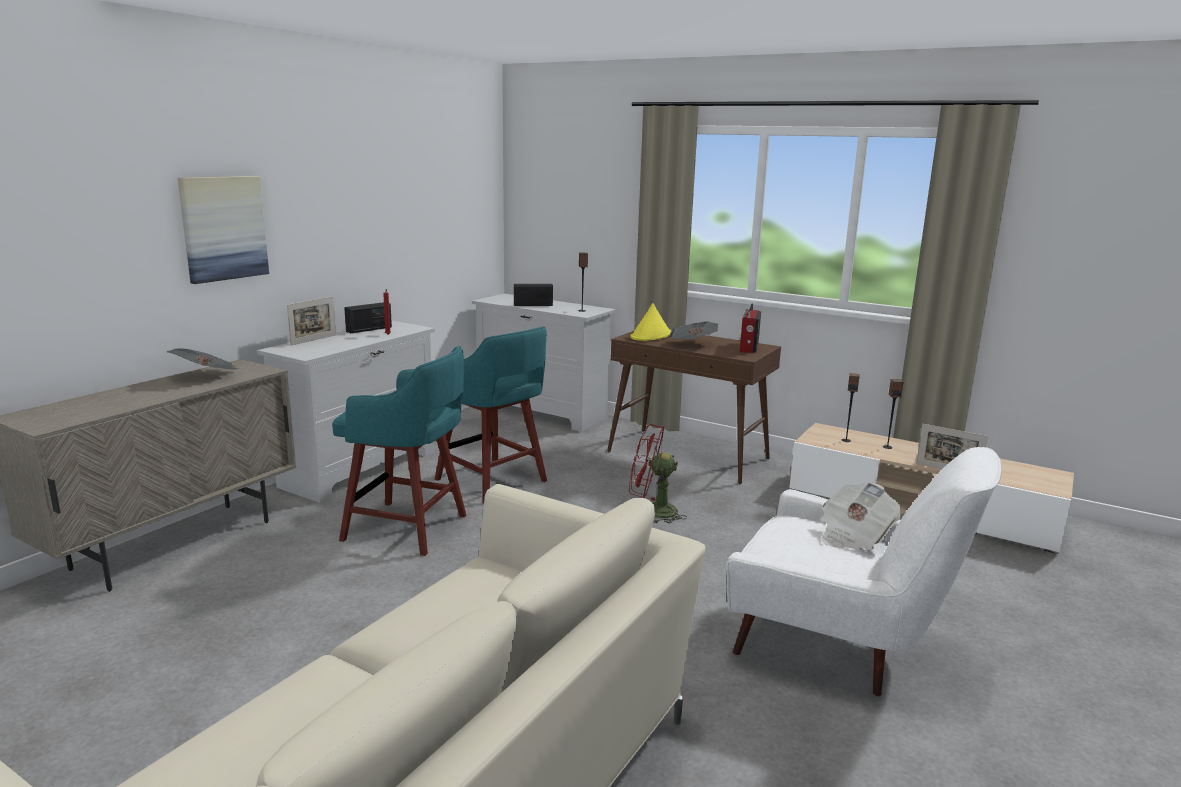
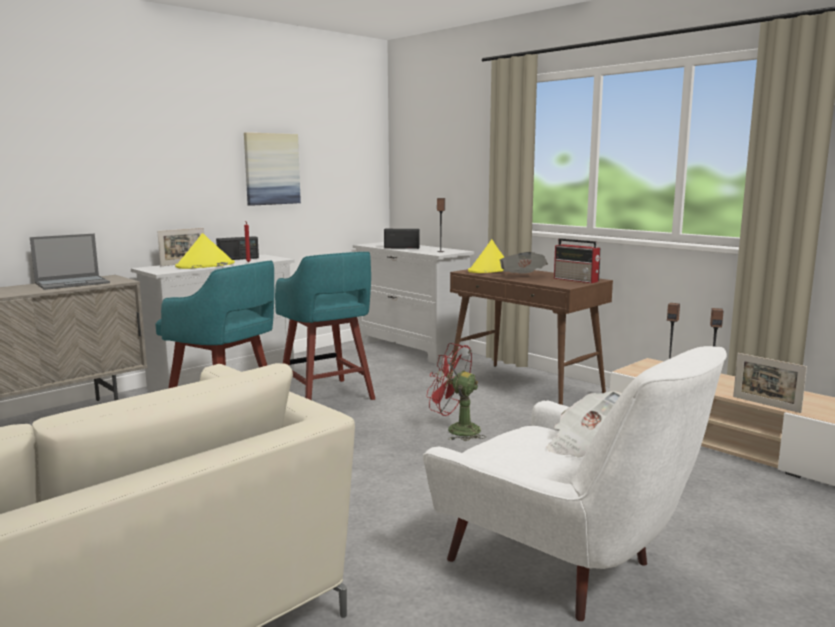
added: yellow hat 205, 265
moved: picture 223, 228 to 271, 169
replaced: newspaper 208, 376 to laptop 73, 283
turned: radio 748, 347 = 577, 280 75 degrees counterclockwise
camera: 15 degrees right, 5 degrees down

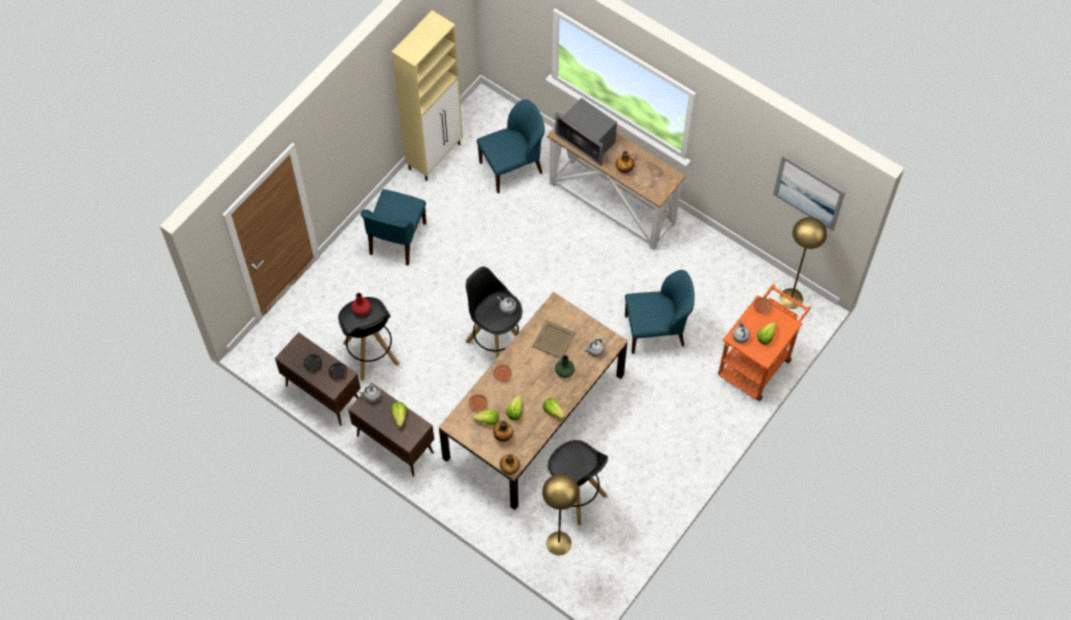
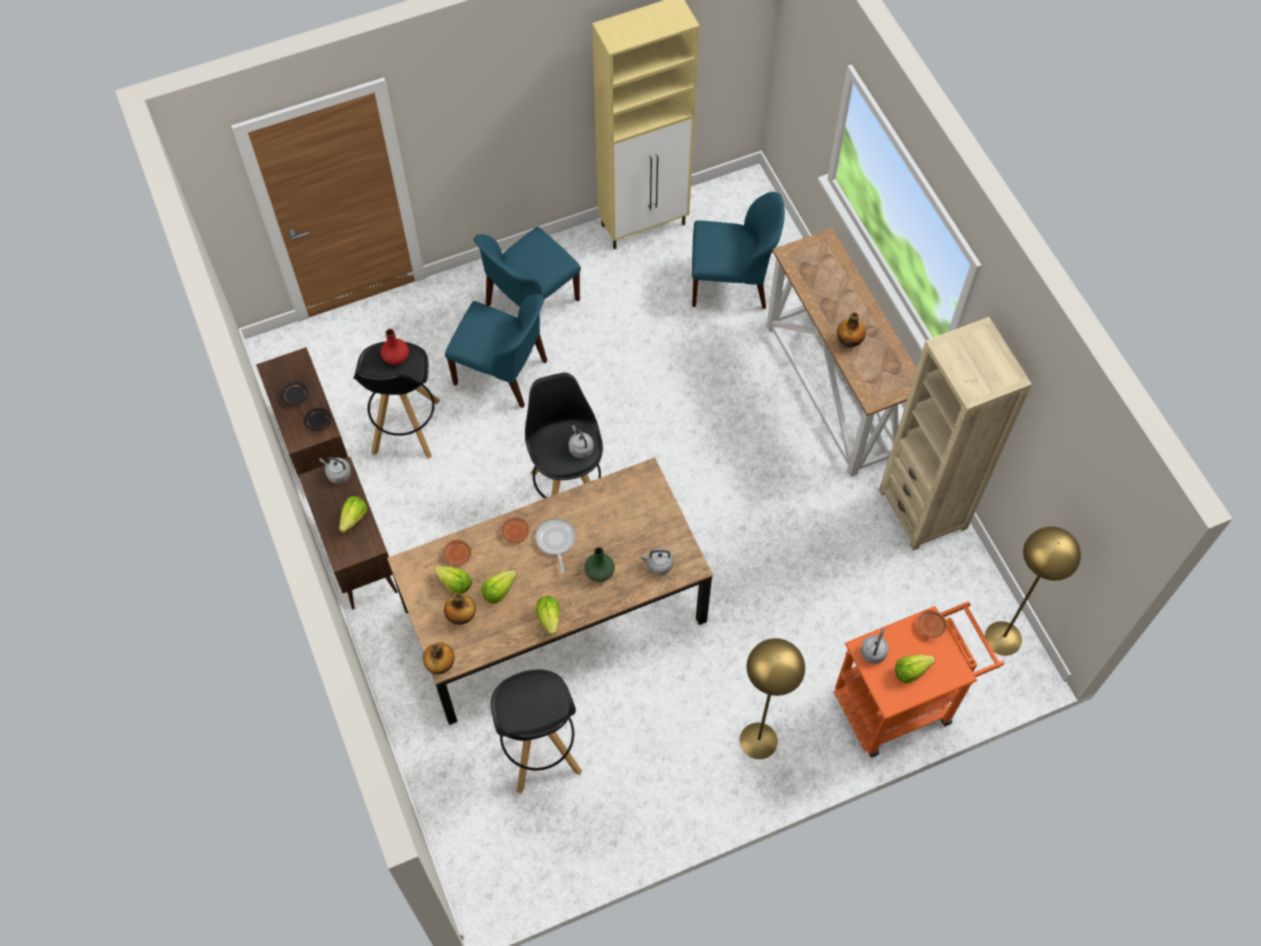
removed: beige tray 554, 340; microwave 587, 140; picture 808, 192
added: frying pan 555, 541; beige bookcase 923, 509
moved: blue chair 656, 331 to 502, 373; yellow floor lamp 558, 543 to 758, 741
camera: 30 degrees right, 0 degrees up

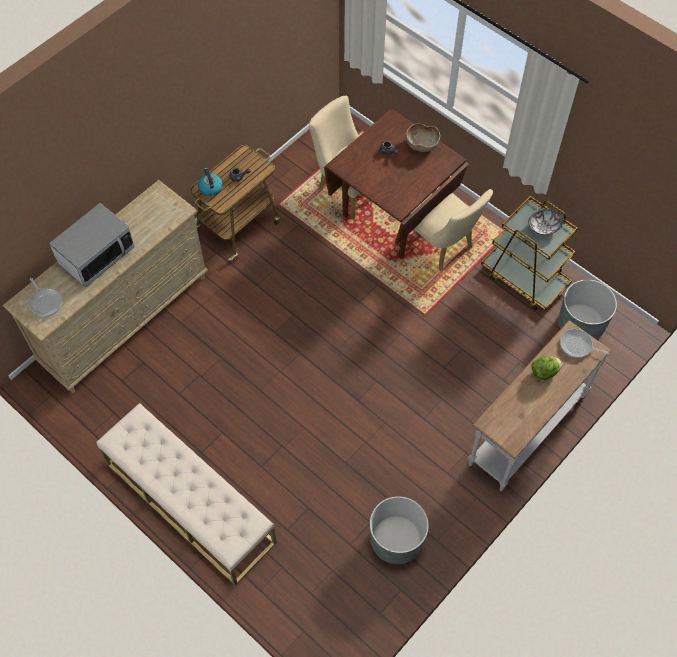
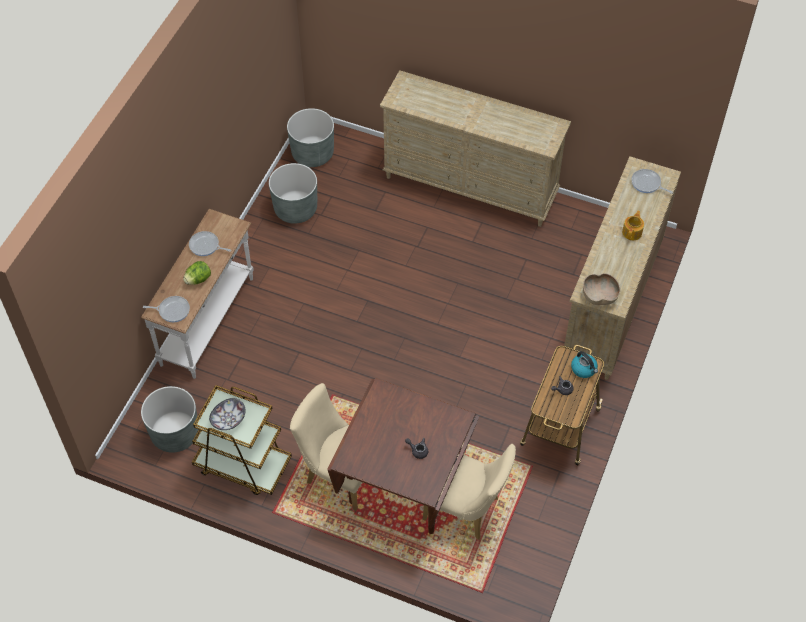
added: frying pan 206, 246; grey planter 312, 153
moved: brown bowl 422, 145 to 599, 296
replaced: beige bench 190, 502 to beige dresser 471, 187; microwave 96, 255 to teapot 632, 232
camera: 160 degrees right, 5 degrees down

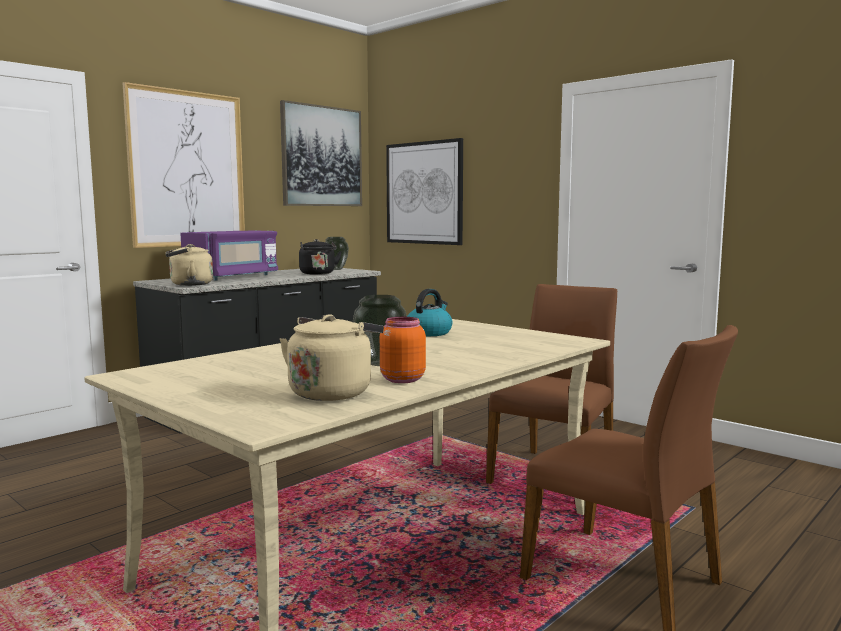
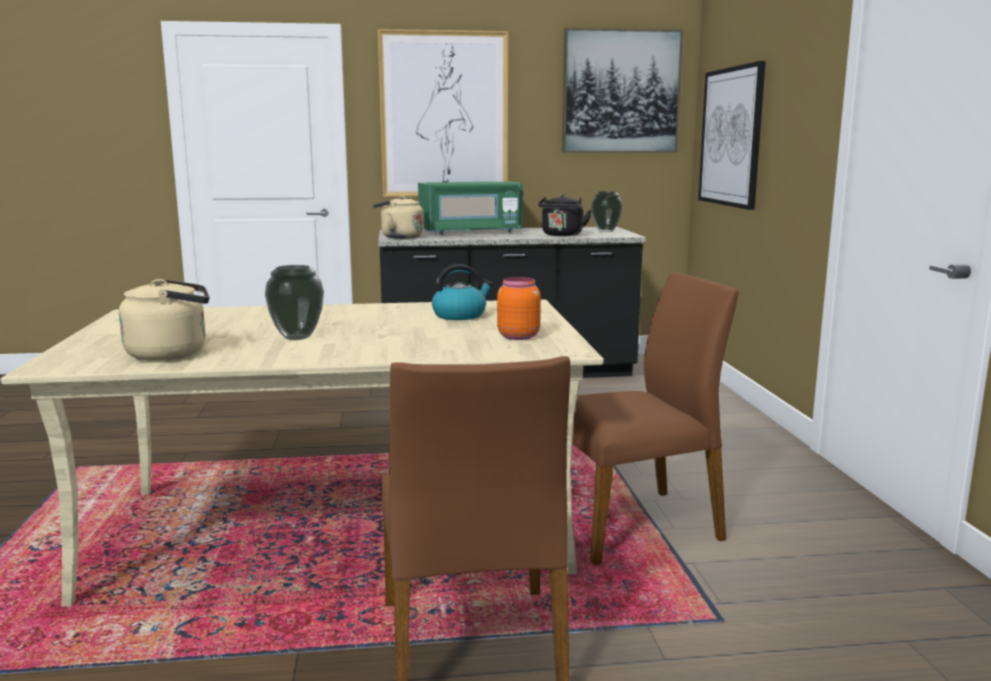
moved: orange jar 401, 379 to 517, 336
recoloured: purple microwave 233, 277 to green microwave 471, 232
camera: 40 degrees right, 5 degrees up

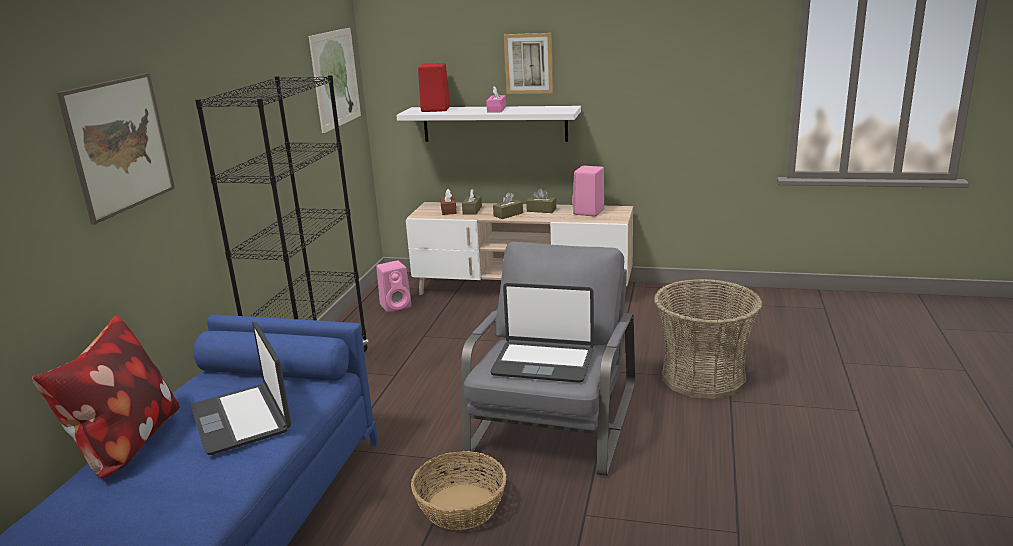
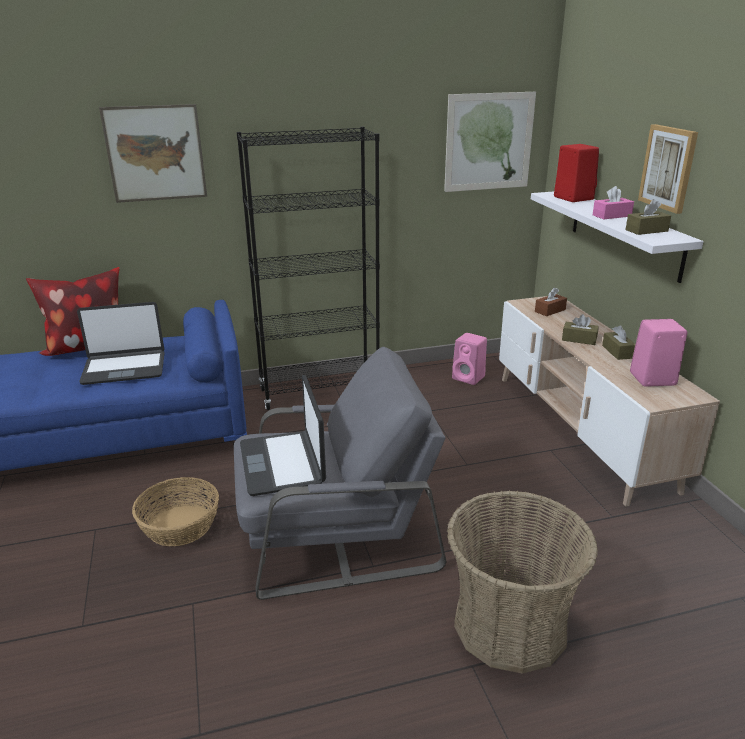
moved: brown tissue box 472, 210 to 646, 230
turned: laptop 242, 419 = 124, 368 135 degrees counterclockwise
camera: 60 degrees right, 5 degrees up

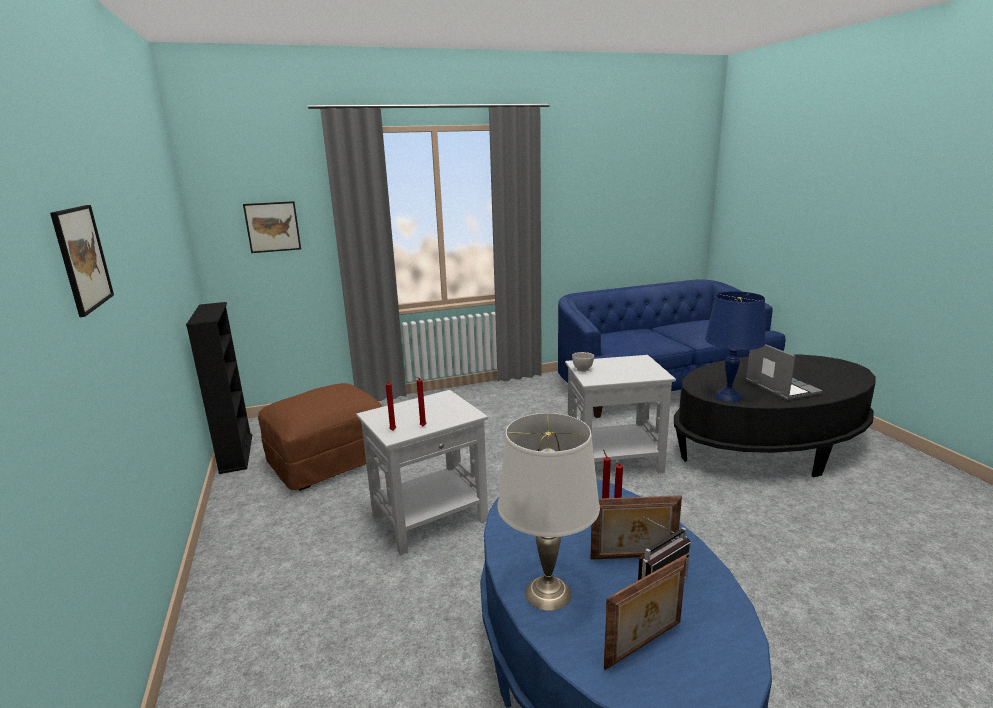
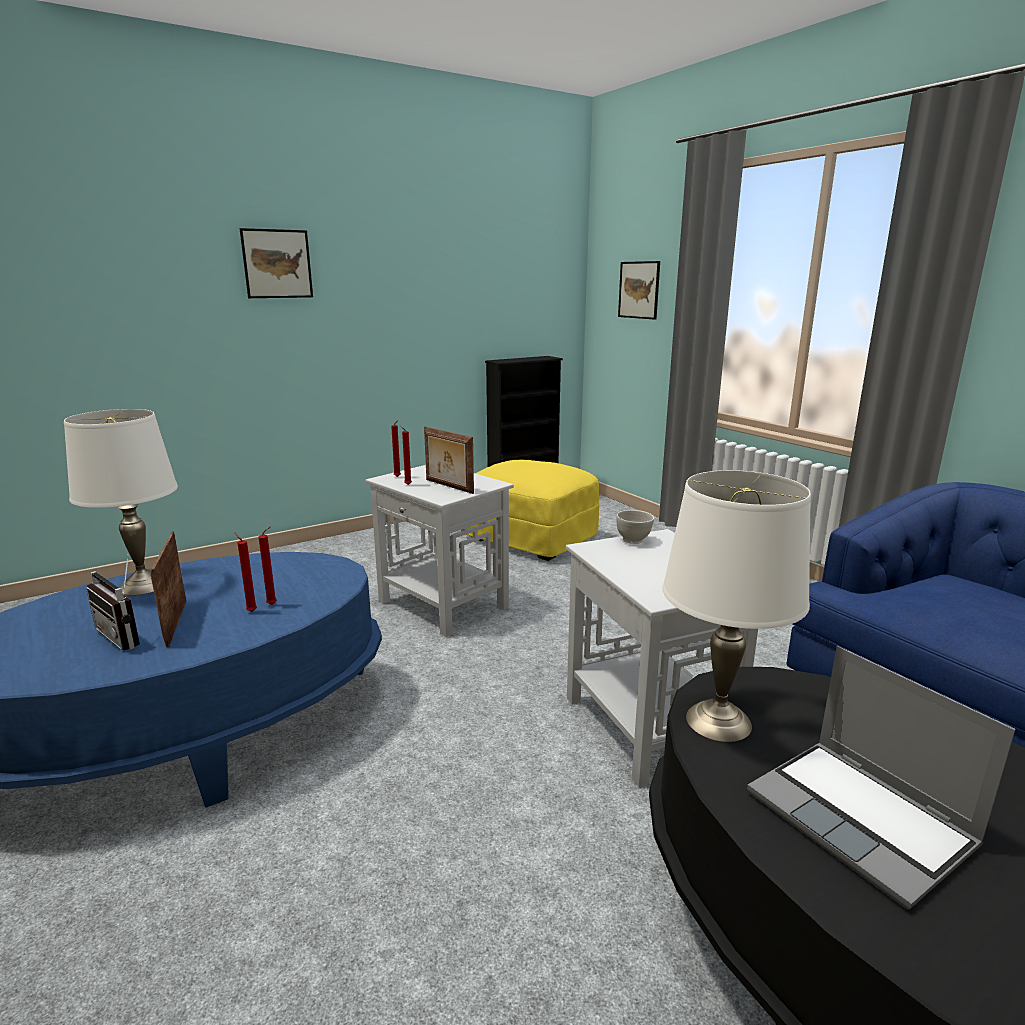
moved: picture frame 645, 645 to 448, 486
recoloured: brown ottoman 328, 460 to yellow ottoman 532, 538; blue table lamp 728, 396 to white table lamp 718, 720
turned: laptop 780, 387 = 862, 820 90 degrees clockwise
camera: 75 degrees right, 0 degrees up

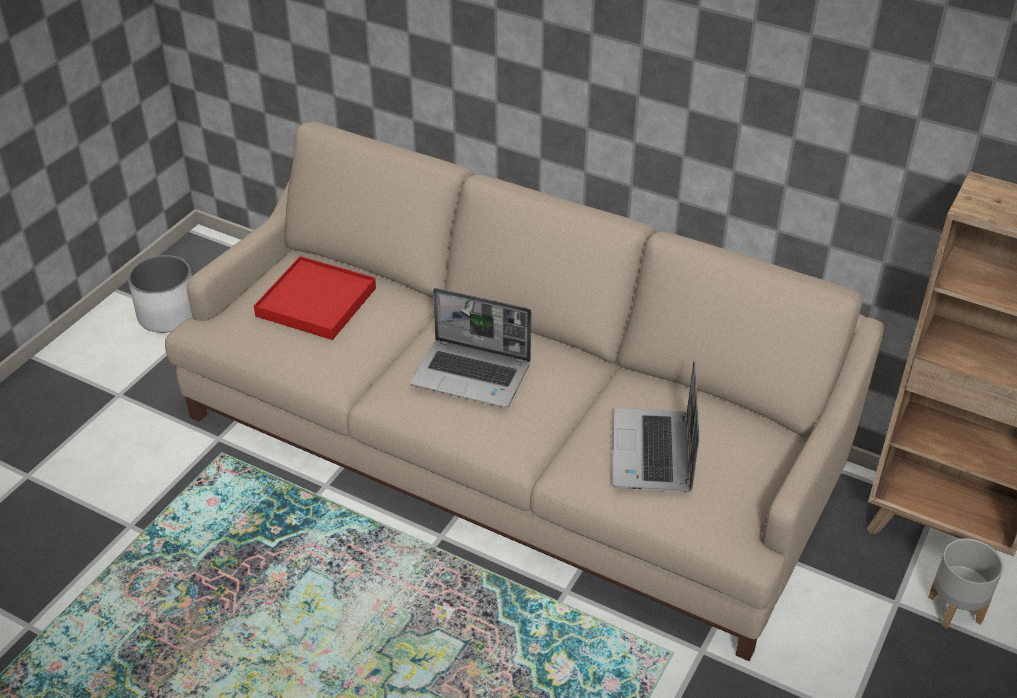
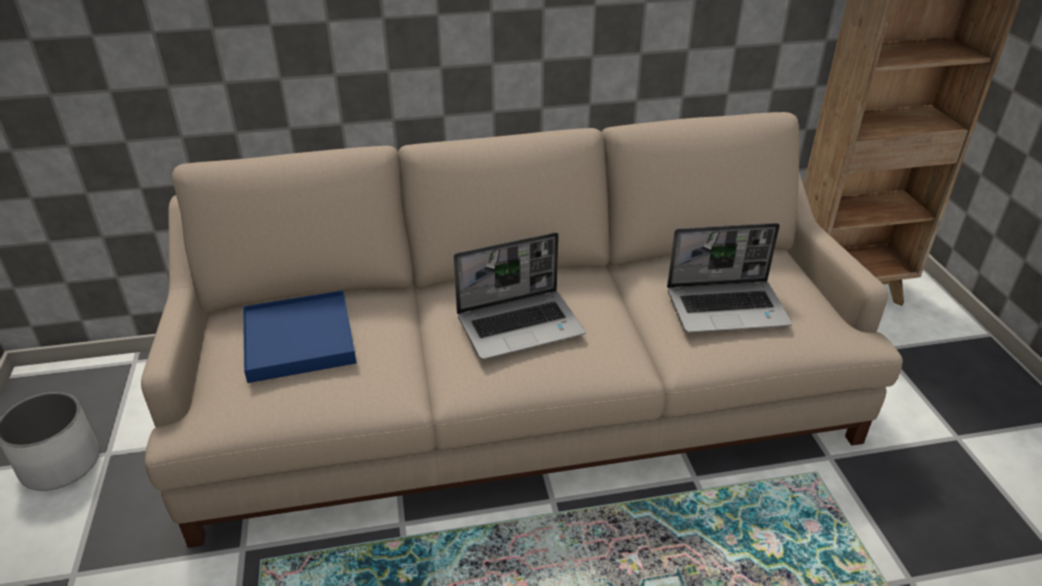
removed: grey planter 956, 609
recoloured: red tray 316, 302 to blue tray 299, 340
turned: laptop 654, 453 = 728, 308 60 degrees counterclockwise
camera: 40 degrees left, 5 degrees down

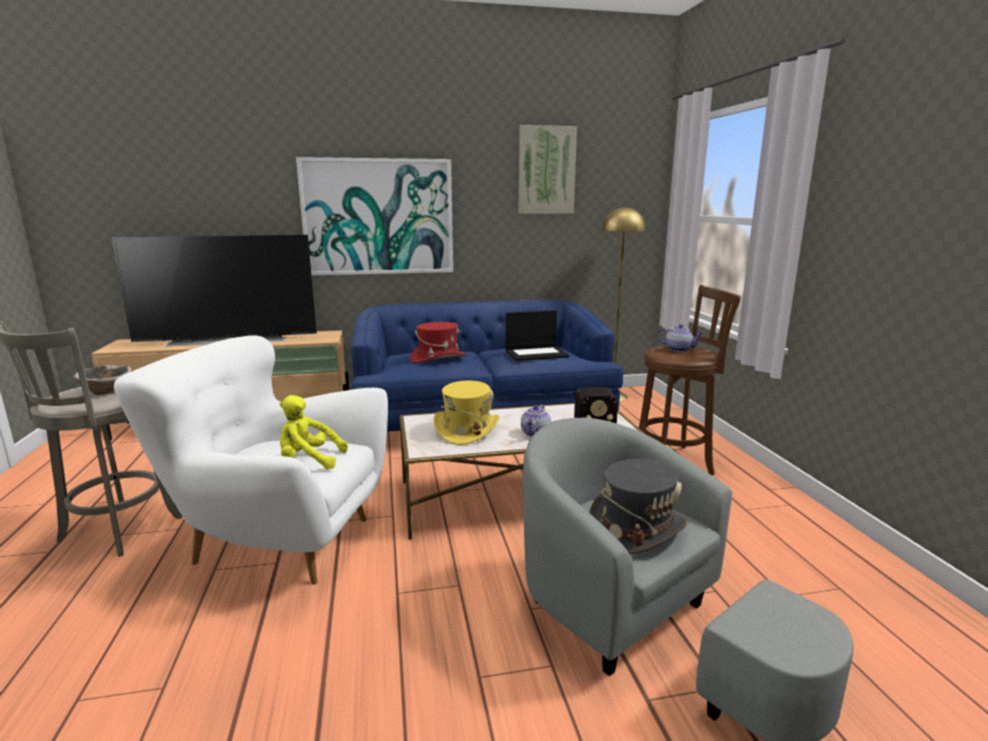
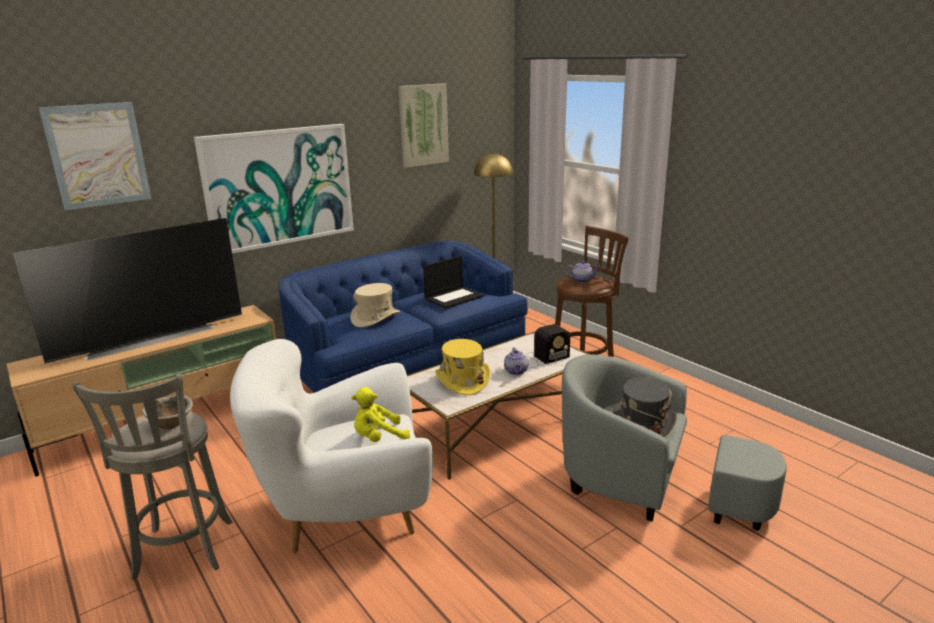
added: picture 98, 155
recoloured: red hat 438, 358 to beige hat 376, 318
camera: 25 degrees left, 5 degrees up

